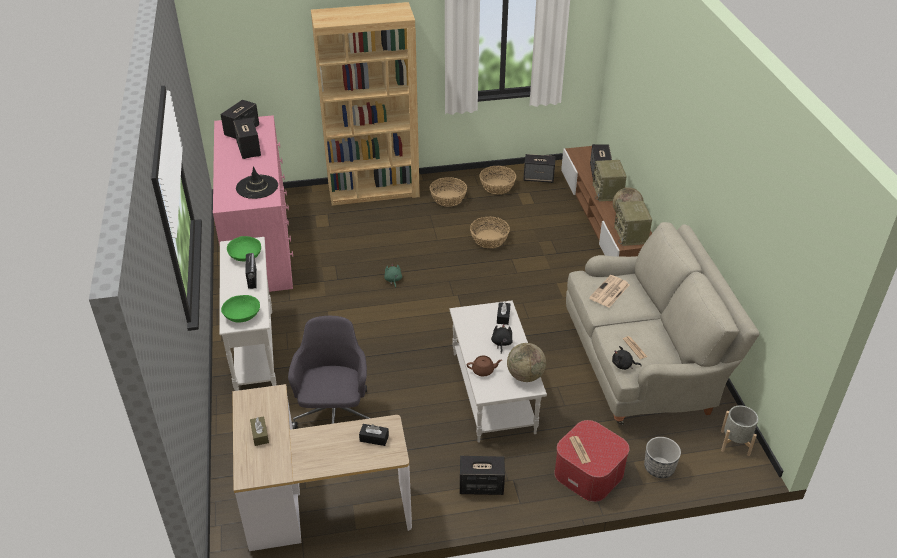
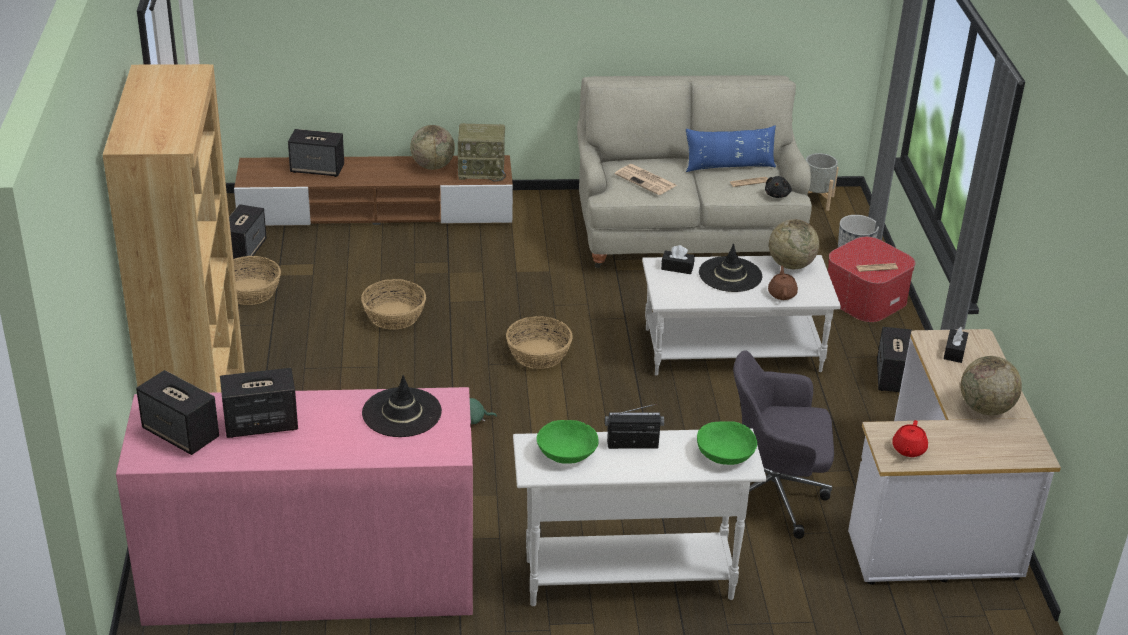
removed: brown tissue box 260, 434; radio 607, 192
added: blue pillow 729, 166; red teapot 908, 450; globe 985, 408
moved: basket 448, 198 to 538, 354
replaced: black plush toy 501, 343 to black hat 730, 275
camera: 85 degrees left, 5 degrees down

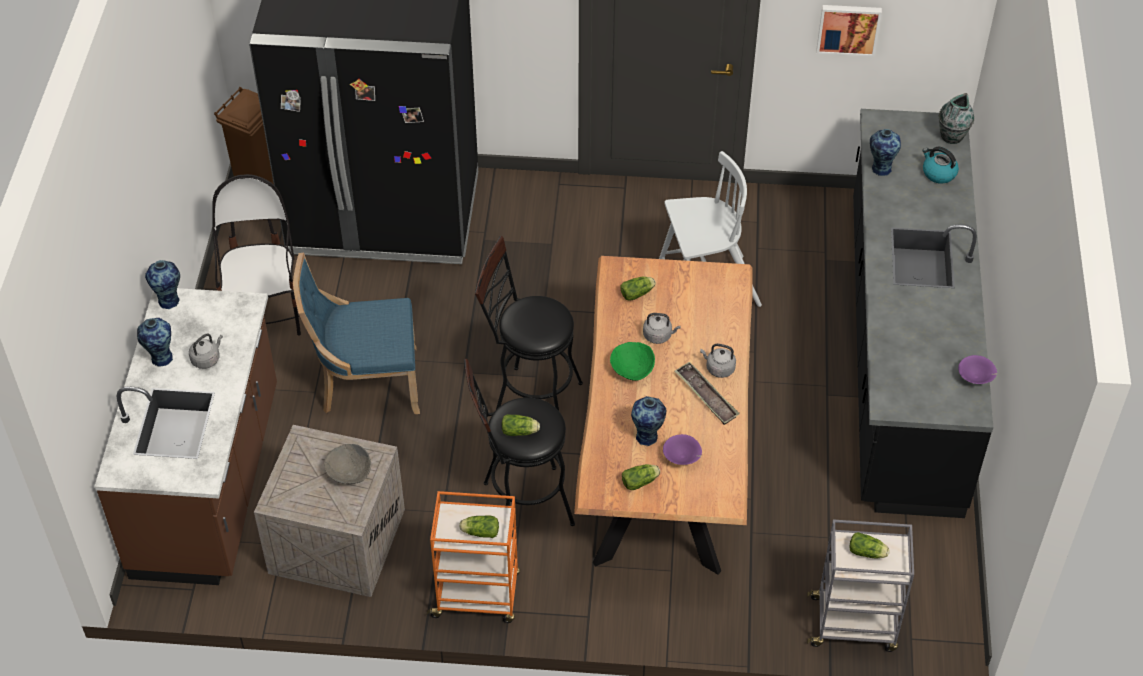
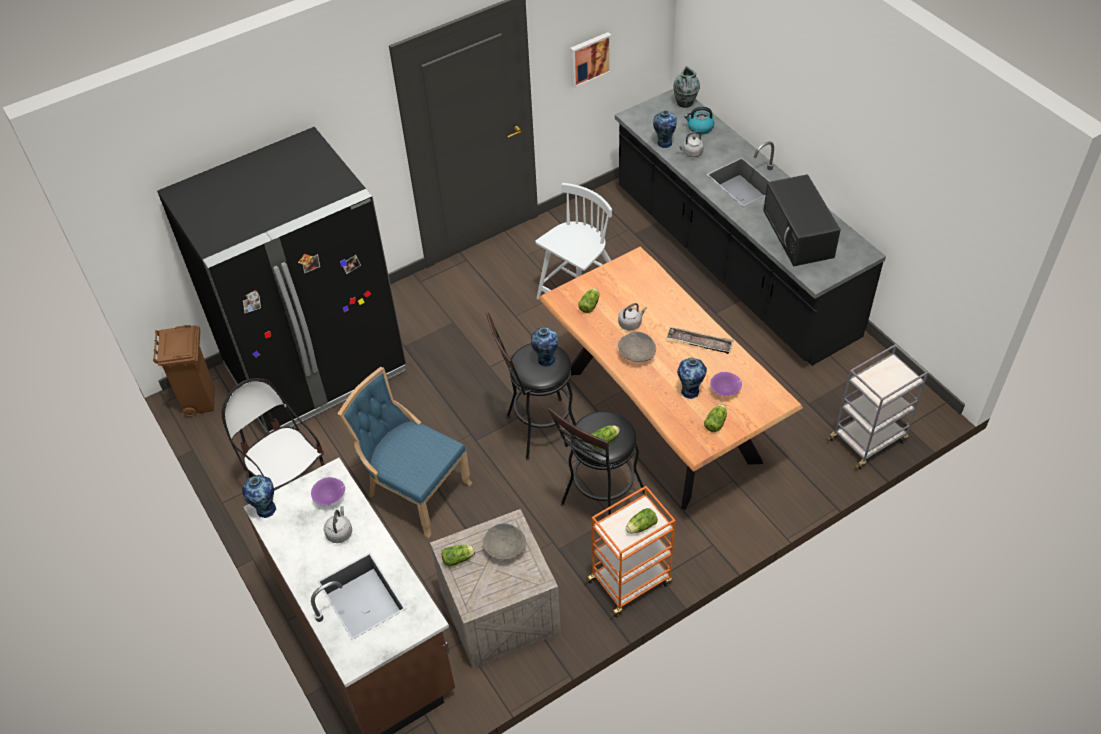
added: black microwave 799, 234
moved: purple bowl 976, 378 to 330, 497; lettuce 868, 553 to 459, 558; vase 160, 357 to 545, 360; grey kettle 718, 368 to 691, 153
recoloured: green bowl 632, 369 to grey bowl 637, 355
turned: blue chair 366, 383 = 414, 491 75 degrees clockwise
camera: 35 degrees left, 0 degrees up

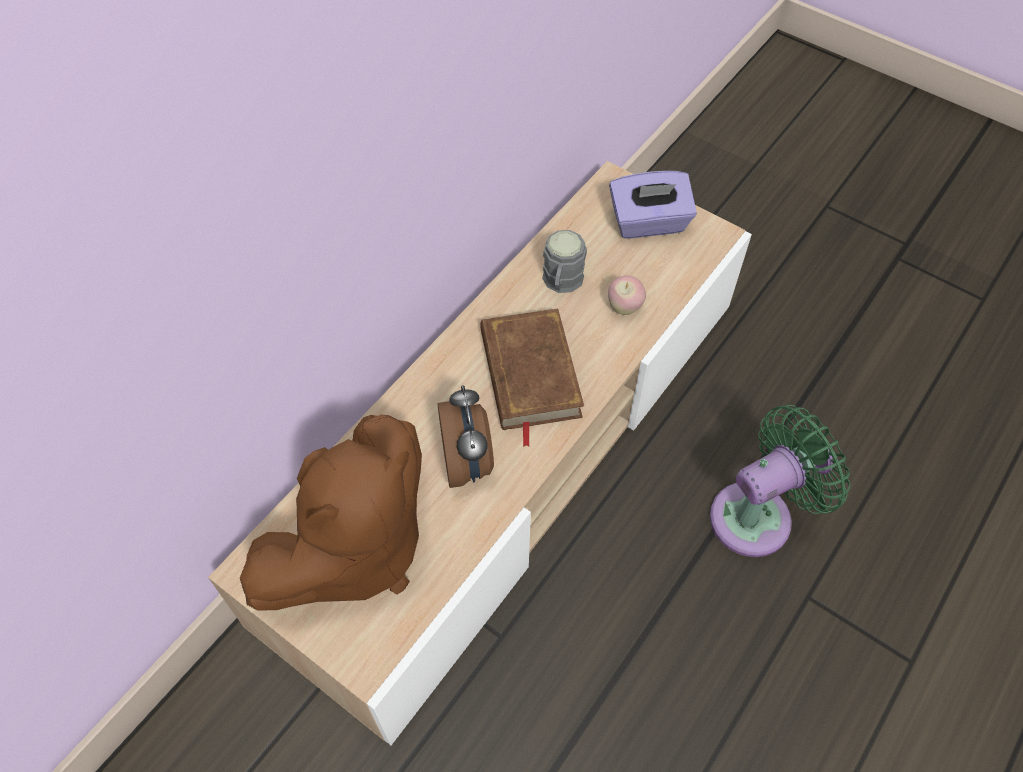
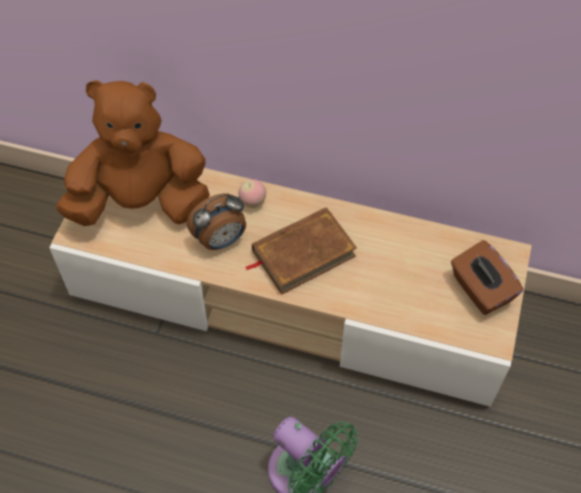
removed: grey mug 561, 283
moved: apple 624, 307 to 252, 202
recoloured: purple tissue box 649, 223 to brown tissue box 480, 290
turned: brown plush toy 353, 549 = 141, 203 150 degrees clockwise
camera: 70 degrees right, 0 degrees up

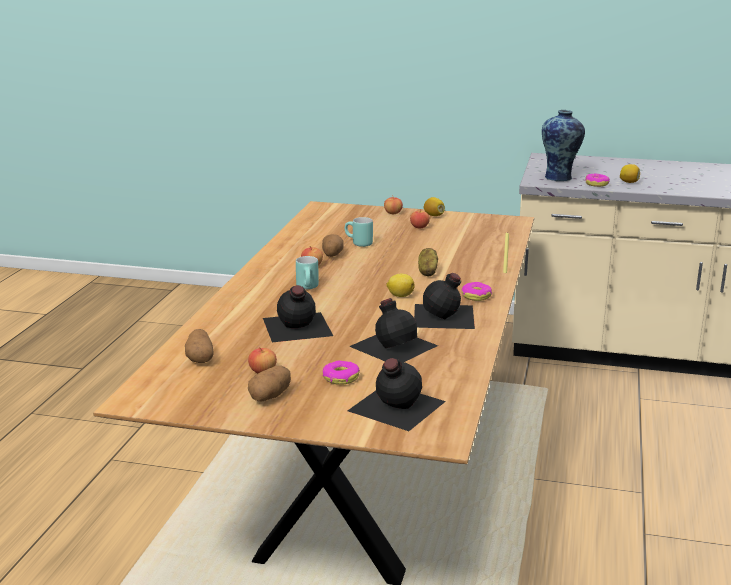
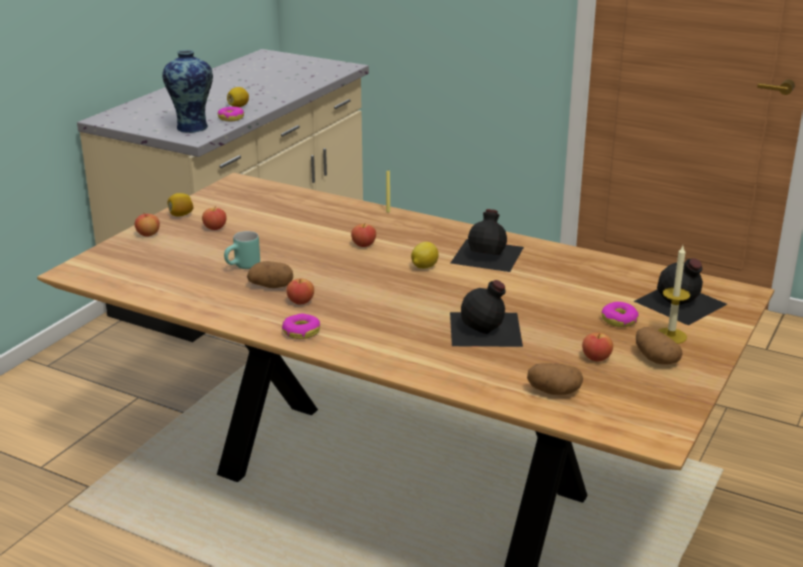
removed: turquoise mug 309, 288; black bottle 393, 345
added: candle 671, 336
moved: donut 476, 296 to 301, 332
replaced: potato 427, 272 to apple 363, 245
camera: 75 degrees left, 5 degrees up

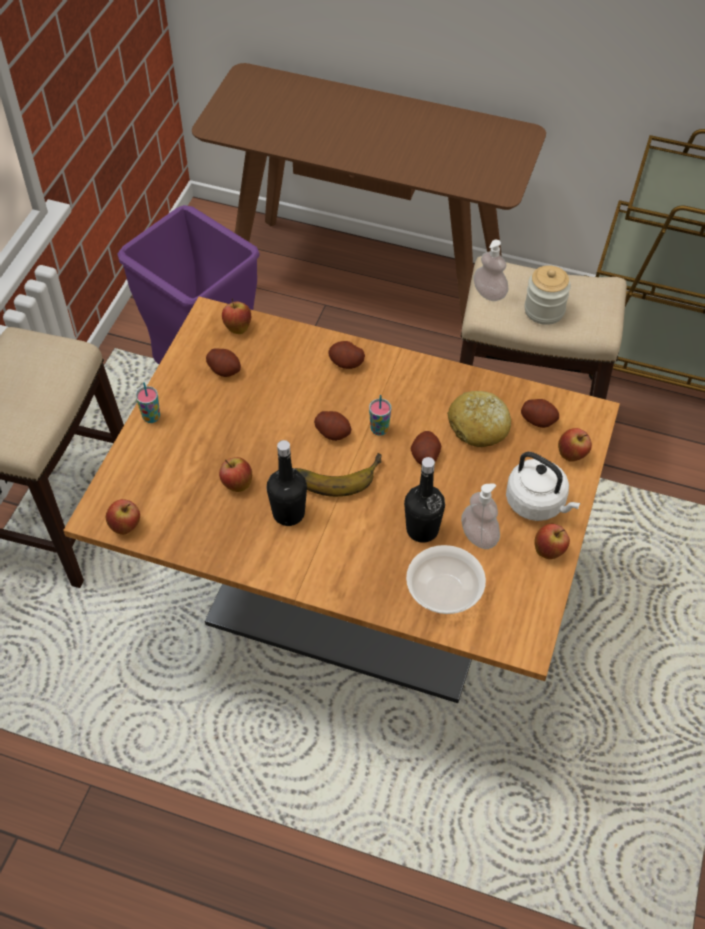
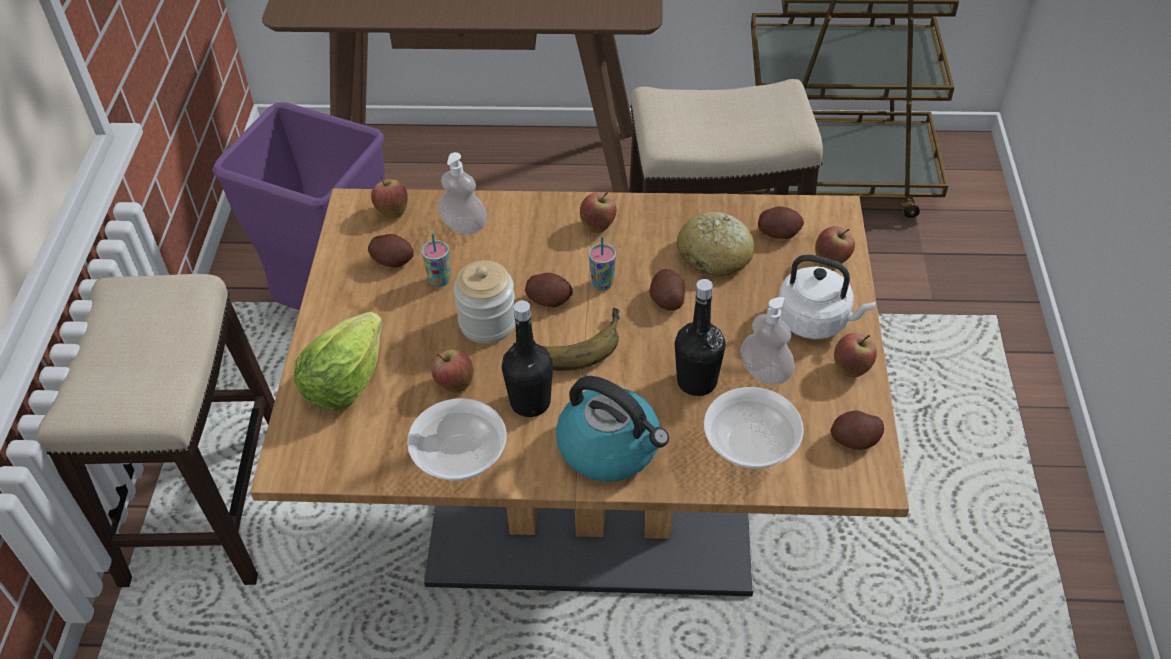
added: lettuce 345, 382; bowl 459, 455; kettle 610, 448
moved: cup 151, 417 to 440, 280; soap dispenser 489, 293 to 464, 226; jar 544, 310 to 488, 323; apple 126, 526 to 598, 226; potato 346, 363 to 855, 440
camera: 15 degrees left, 5 degrees down

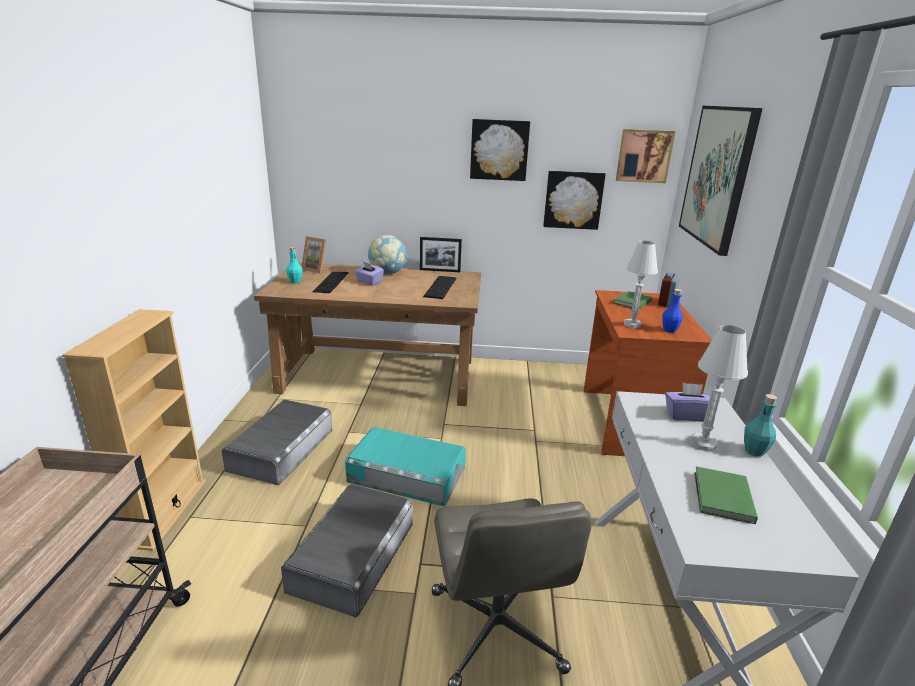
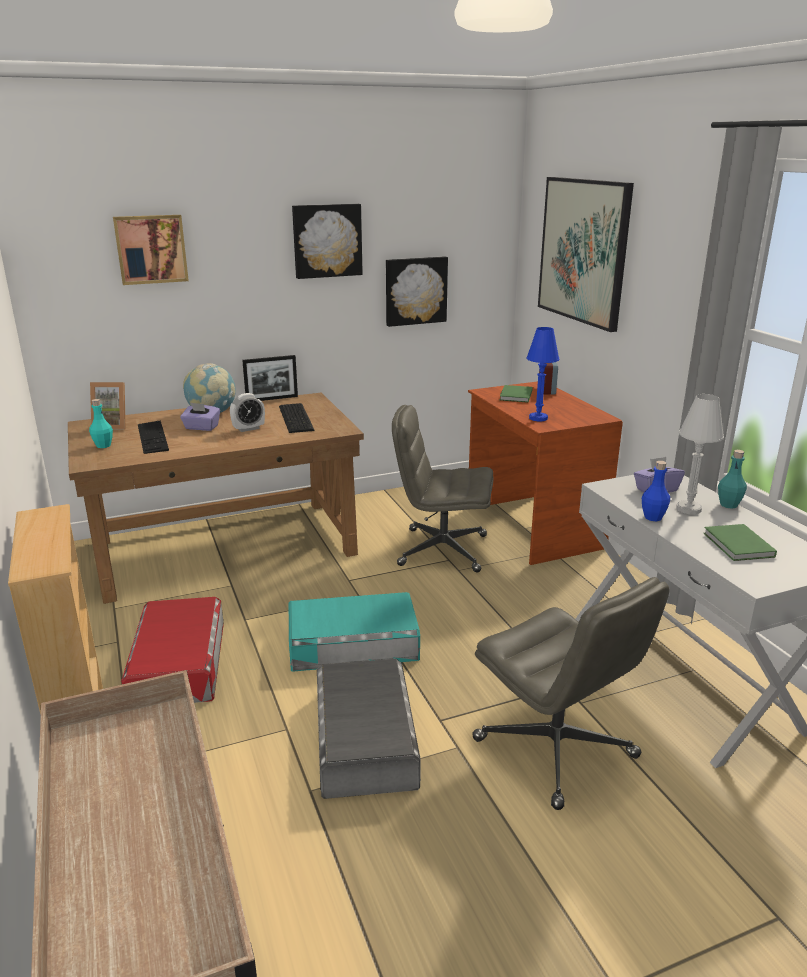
added: alarm clock 248, 429; grey office chair 441, 550
moved: picture 644, 156 to 151, 249; blue bottle 669, 330 to 653, 517
recoloured: grey storage box 281, 449 to red storage box 178, 662; white table lamp 632, 324 to blue table lamp 538, 418
camera: 25 degrees left, 0 degrees up

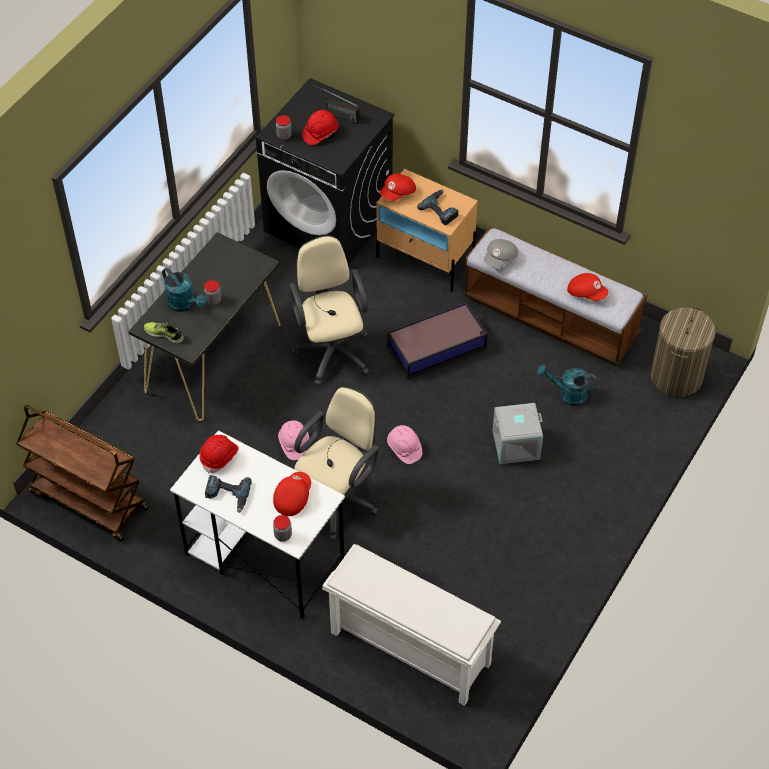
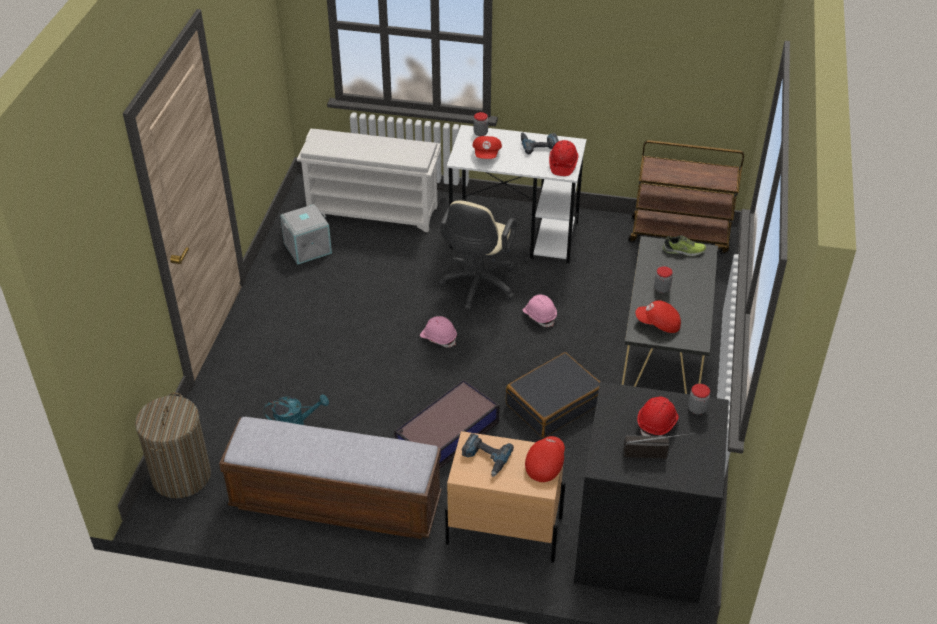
removed: turquoise watering can 184, 304; grey cap 500, 259
moved: grey storage box 515, 446 to 307, 247; red cap 586, 293 to 658, 324
replaced: beige office chair 331, 350 to black suitcase 553, 403
camera: 160 degrees right, 10 degrees down

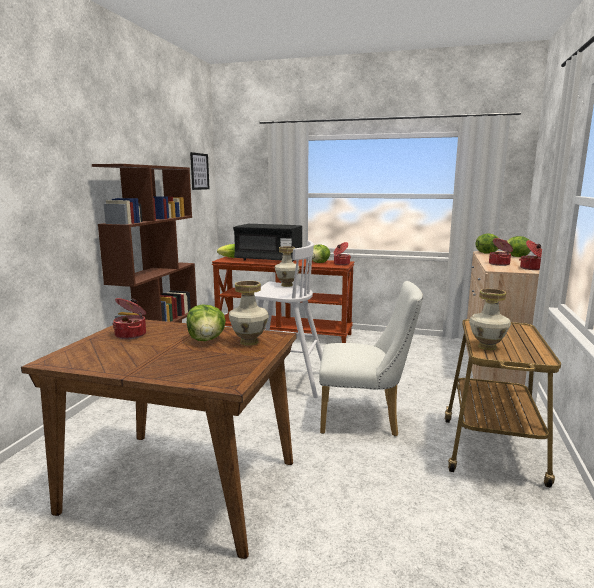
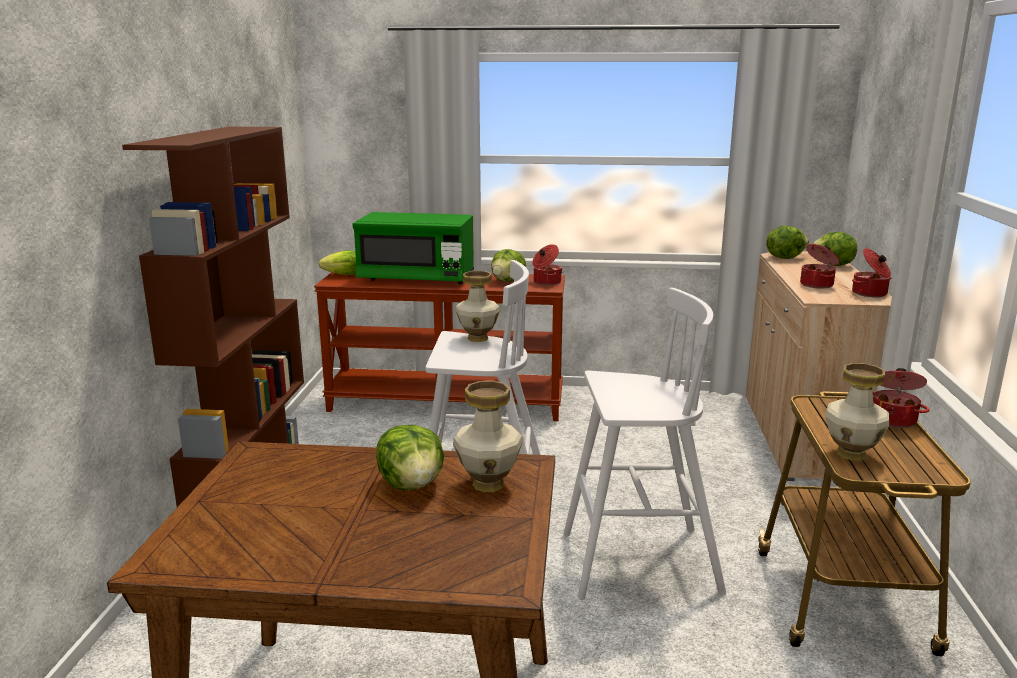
removed: picture 199, 171
moved: cooking pot 131, 334 to 893, 419
replaced: white chair 365, 419 to white stool 636, 562
recoloured: black microwave 269, 260 to green microwave 416, 279
camera: 10 degrees left, 5 degrees up

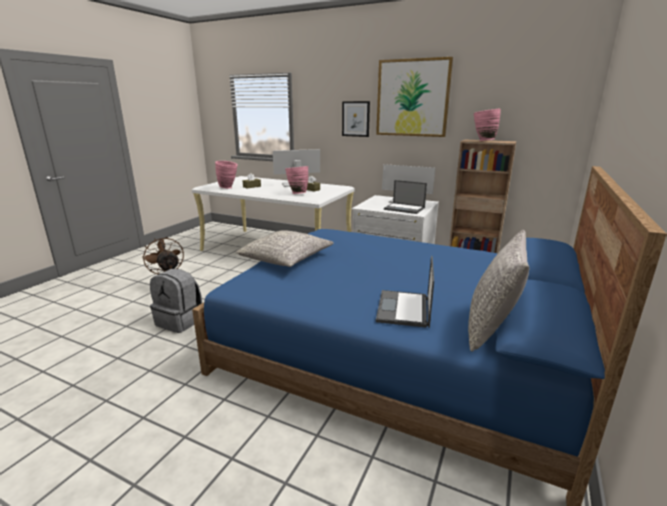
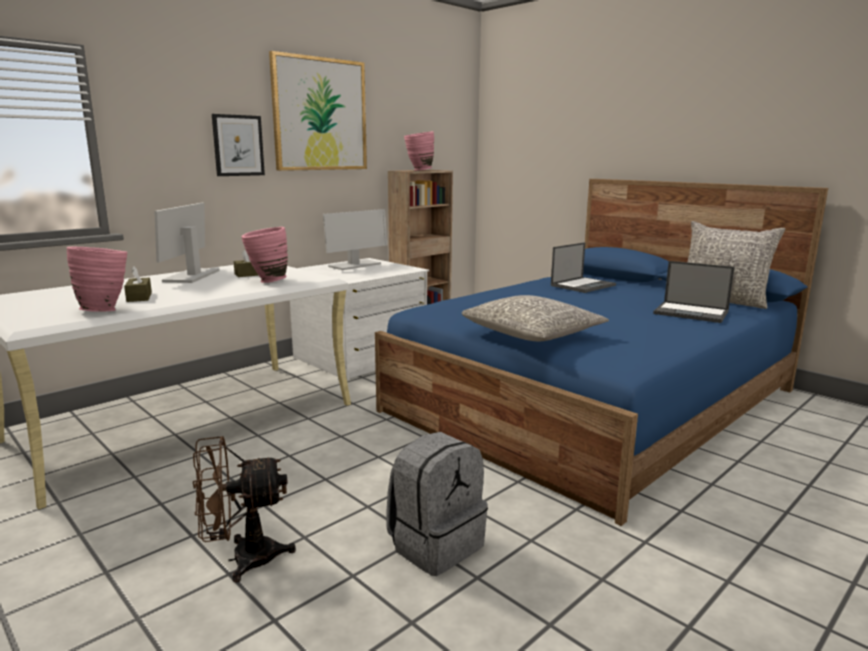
moved: laptop 405, 208 to 583, 285
camera: 70 degrees left, 5 degrees down

